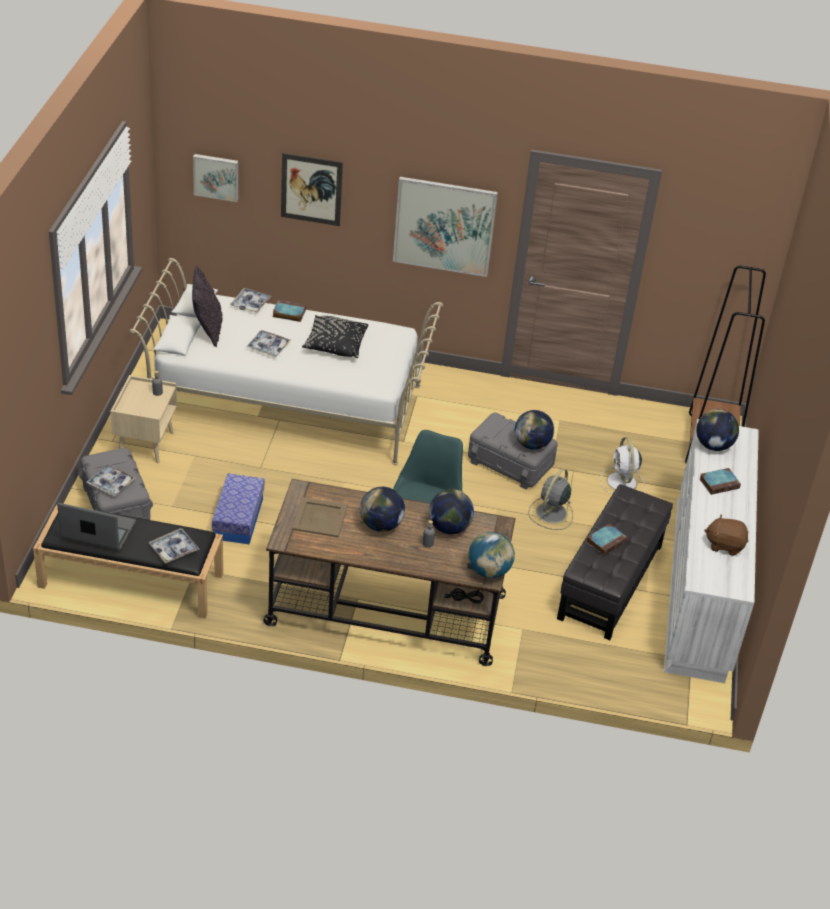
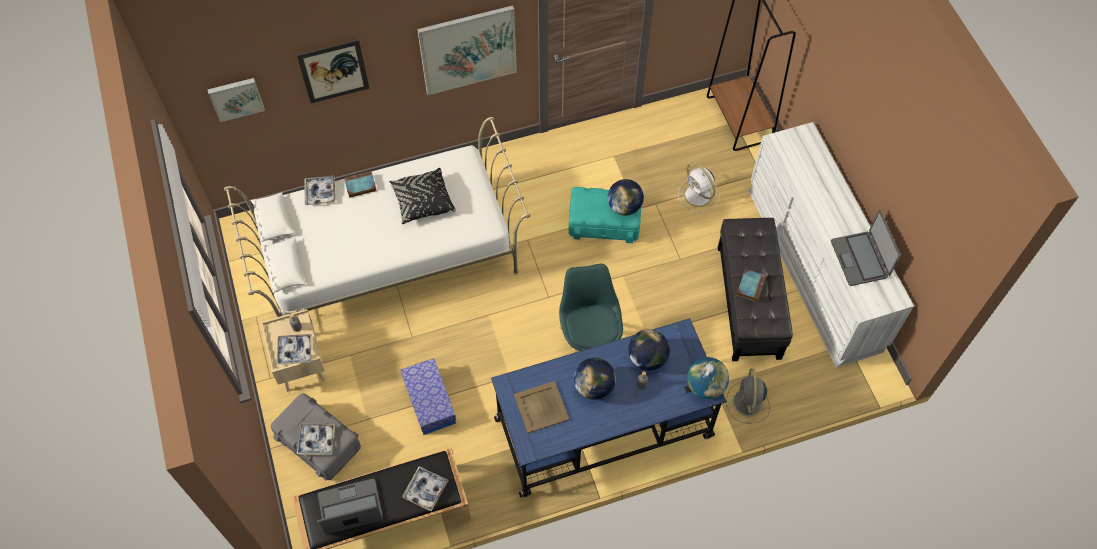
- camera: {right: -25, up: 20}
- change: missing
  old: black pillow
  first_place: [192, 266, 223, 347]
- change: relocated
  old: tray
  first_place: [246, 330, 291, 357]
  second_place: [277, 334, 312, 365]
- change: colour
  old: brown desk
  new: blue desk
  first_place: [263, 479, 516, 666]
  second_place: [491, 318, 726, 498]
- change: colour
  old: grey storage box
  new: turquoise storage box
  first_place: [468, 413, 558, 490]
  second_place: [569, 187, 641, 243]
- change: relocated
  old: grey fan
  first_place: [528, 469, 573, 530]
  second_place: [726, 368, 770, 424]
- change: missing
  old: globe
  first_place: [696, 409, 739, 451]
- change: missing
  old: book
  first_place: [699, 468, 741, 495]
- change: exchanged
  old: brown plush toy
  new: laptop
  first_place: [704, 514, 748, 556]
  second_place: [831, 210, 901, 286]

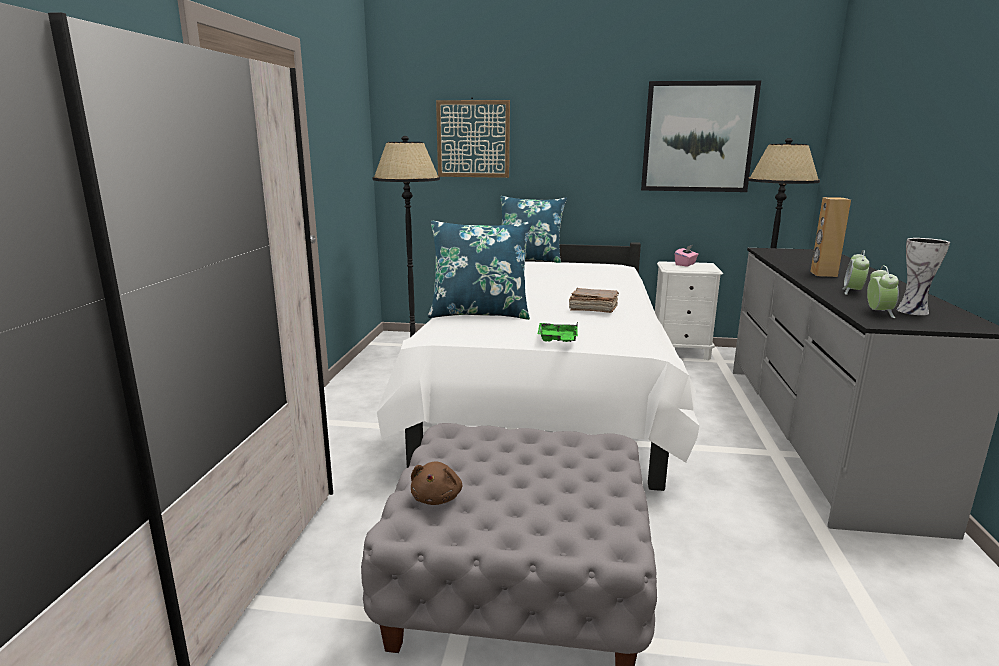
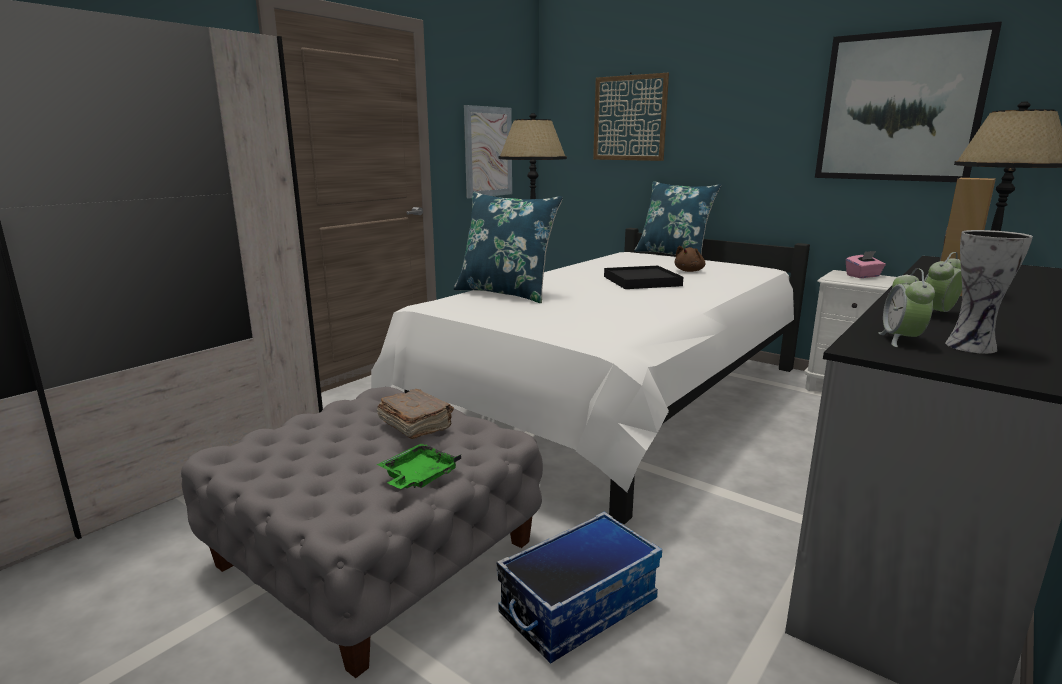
- camera: {right: 30, up: 0}
- change: relocated
  old: brown plush toy
  first_place: [411, 461, 462, 505]
  second_place: [674, 246, 705, 272]
- change: relocated
  old: green tray
  first_place: [538, 321, 578, 342]
  second_place: [377, 443, 461, 489]
- change: relocated
  old: brown book
  first_place: [569, 288, 619, 313]
  second_place: [377, 389, 454, 439]
- change: spun
  old: alarm clock
  first_place: [867, 266, 899, 318]
  second_place: [878, 268, 935, 347]
  degrees: 150
- change: appeared
  new: picture
  second_place: [464, 105, 512, 198]
- change: appeared
  new: storage box
  second_place: [497, 512, 662, 664]
- change: appeared
  new: black tray
  second_place: [604, 266, 683, 289]

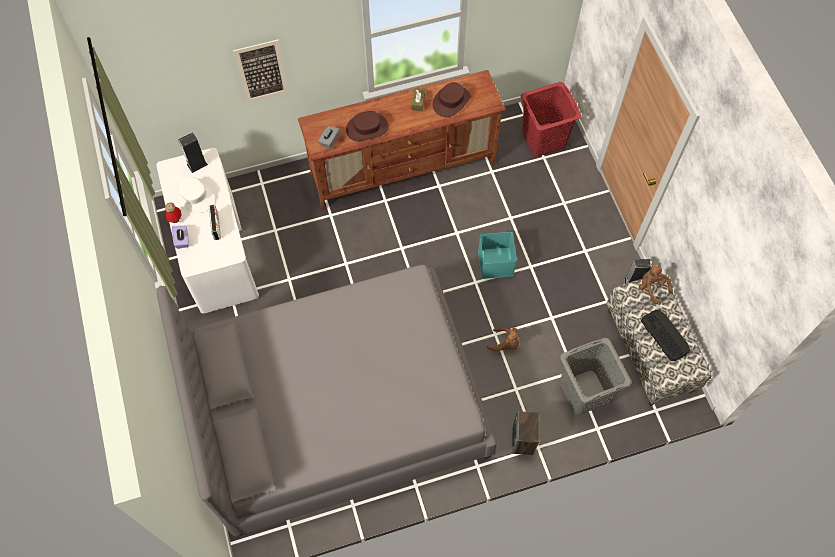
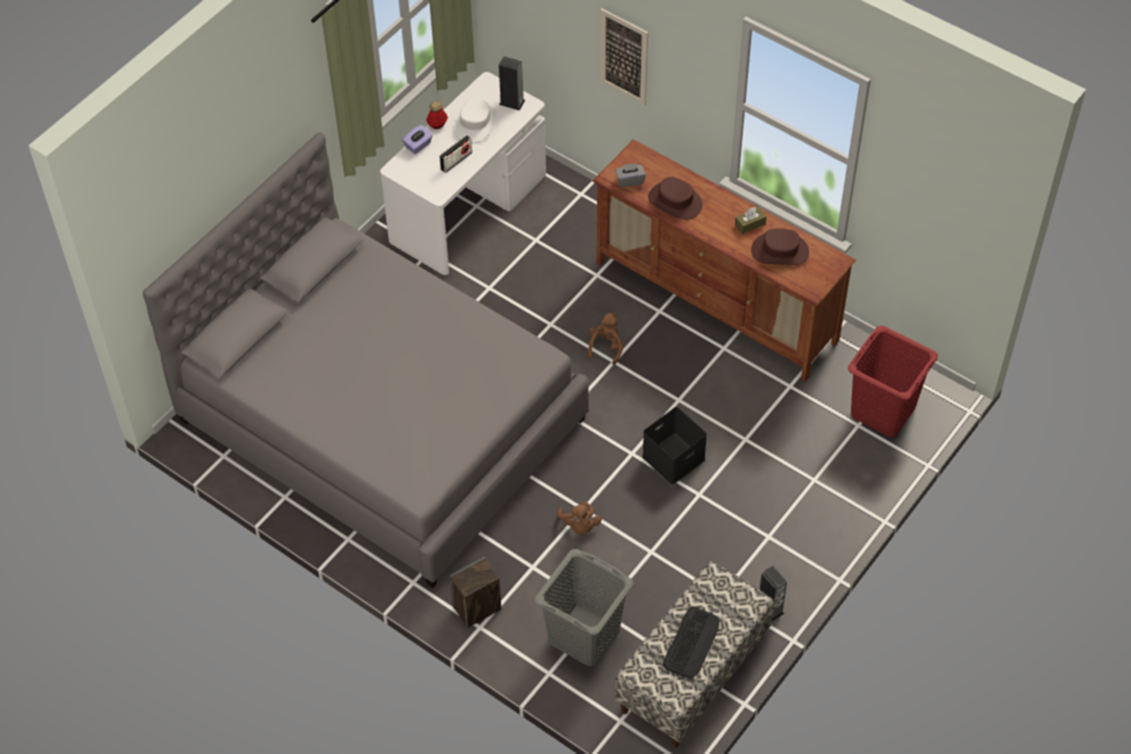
- camera: {right: 55, up: -10}
- change: colour
  old: turquoise storage box
  new: black storage box
  first_place: [478, 232, 517, 279]
  second_place: [642, 407, 707, 485]
- change: relocated
  old: brown plush toy
  first_place: [639, 264, 673, 305]
  second_place: [587, 313, 623, 365]

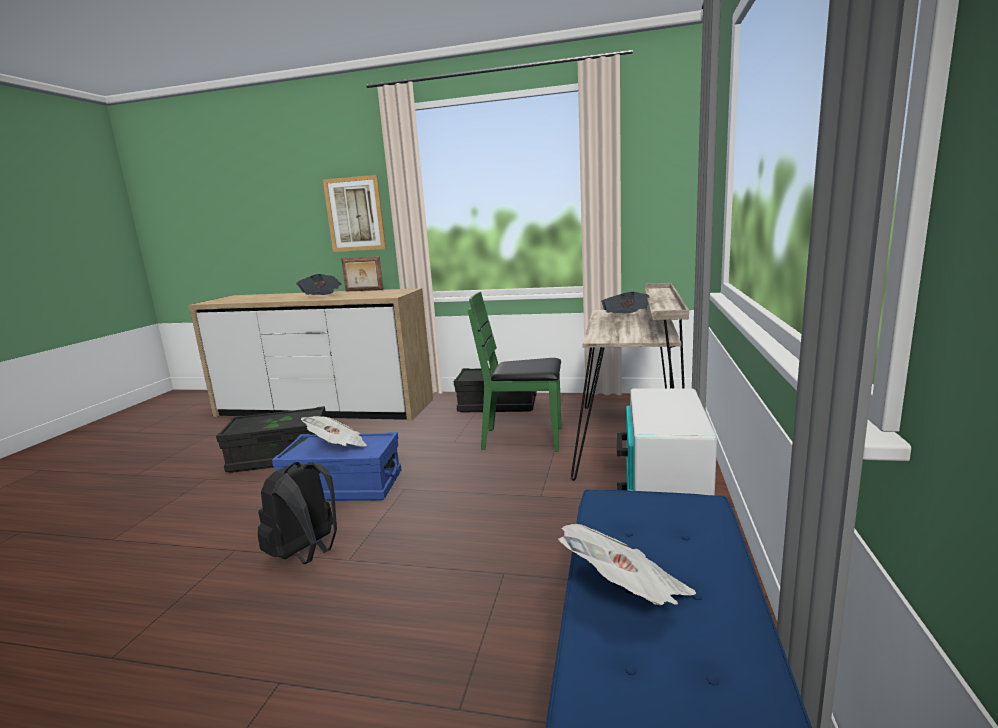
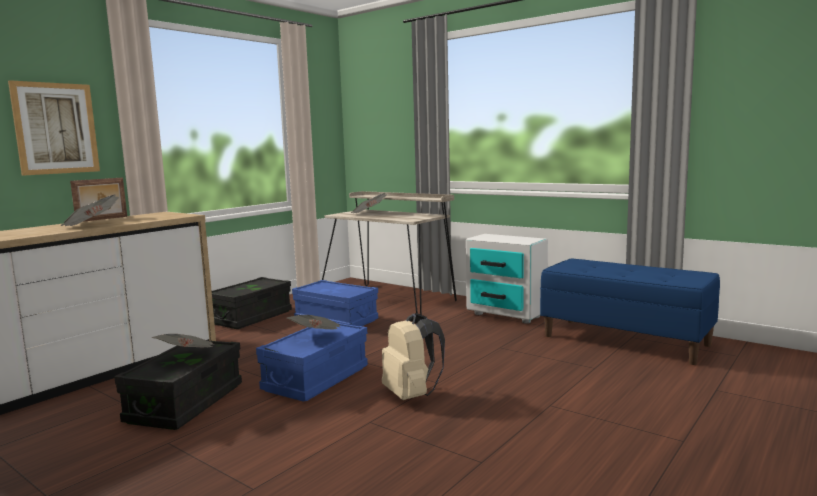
- camera: {right: -65, up: -5}
- change: colour
  old: black backpack
  new: beige backpack
  first_place: [258, 462, 337, 564]
  second_place: [382, 313, 445, 400]
- change: exchanged
  old: green chair
  new: blue storage box
  first_place: [468, 292, 561, 452]
  second_place: [292, 280, 378, 326]
- change: relocated
  old: newspaper
  first_place: [558, 524, 696, 606]
  second_place: [151, 334, 213, 347]

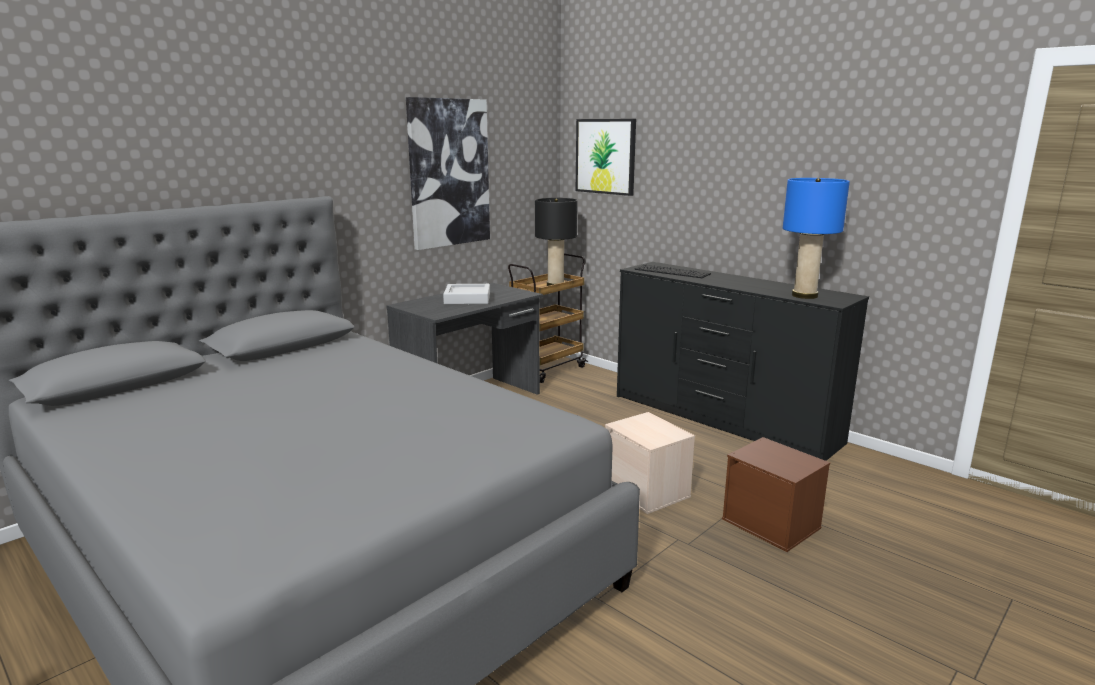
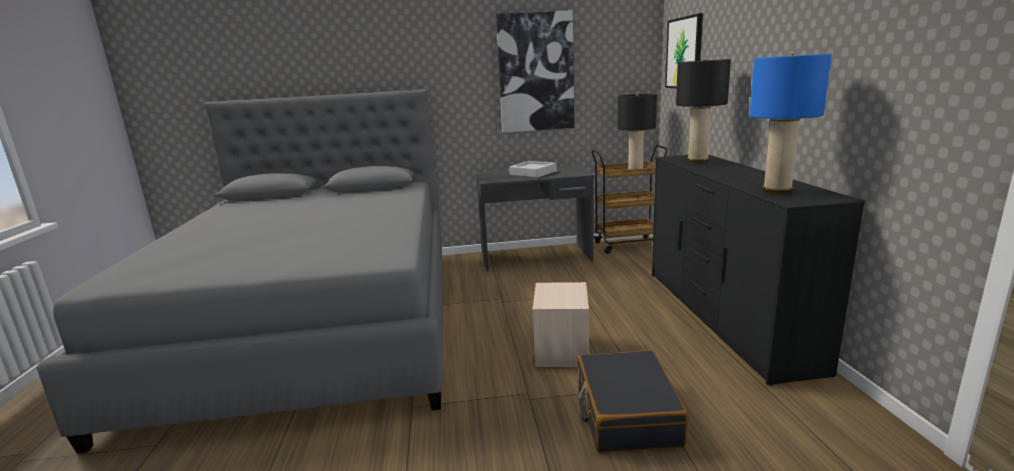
- camera: {right: 40, up: 0}
- change: exchanged
  old: keyboard
  new: black table lamp
  first_place: [634, 264, 711, 278]
  second_place: [676, 59, 731, 164]
- change: exchanged
  old: brown storage box
  new: black suitcase
  first_place: [722, 437, 830, 552]
  second_place: [578, 350, 689, 453]

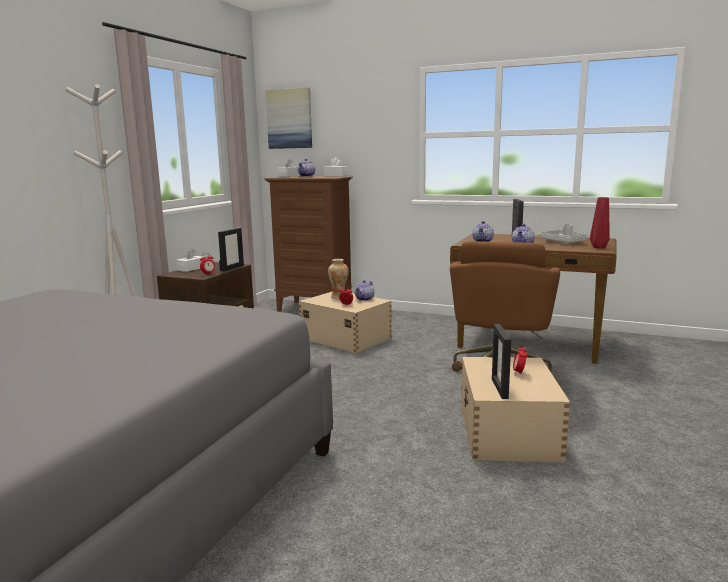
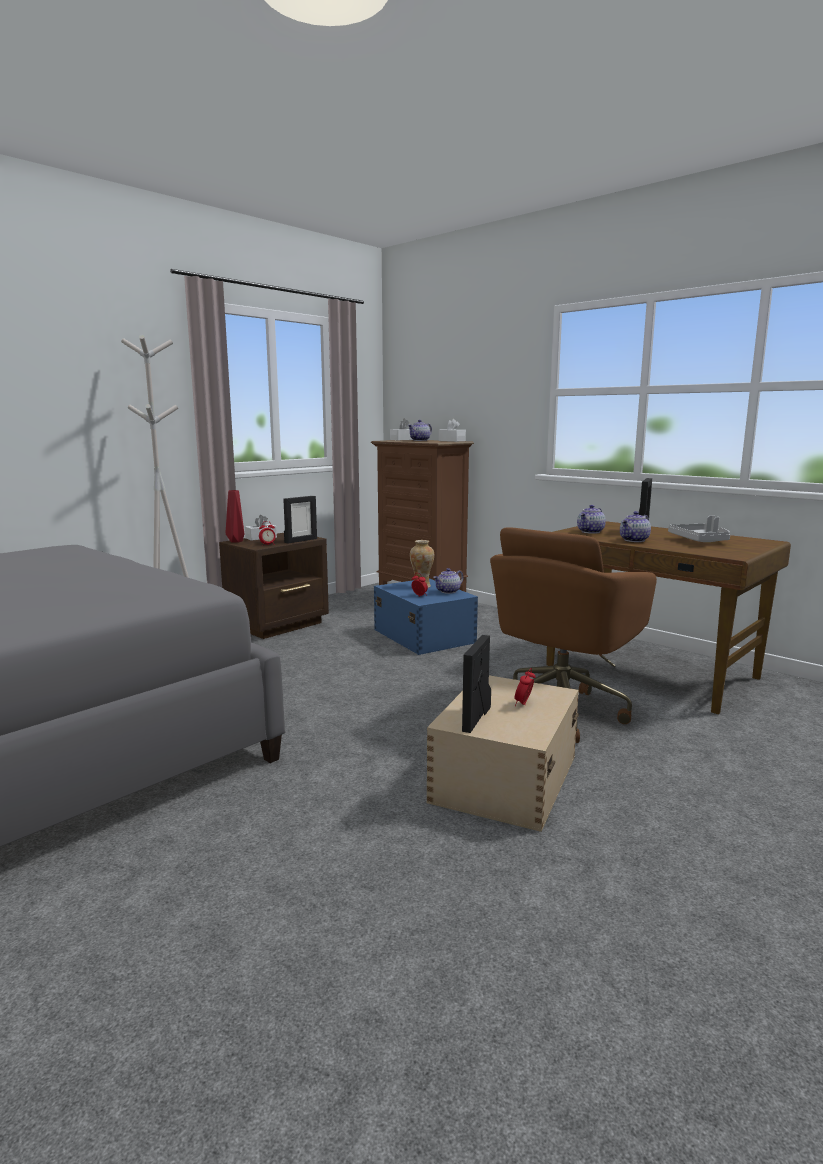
- camera: {right: 20, up: 0}
- change: missing
  old: picture
  first_place: [265, 87, 312, 149]
- change: colour
  old: beige storage box
  new: blue storage box
  first_place: [299, 292, 392, 353]
  second_place: [374, 578, 478, 655]
- change: relocated
  old: red vase
  first_place: [590, 197, 610, 249]
  second_place: [226, 490, 244, 543]

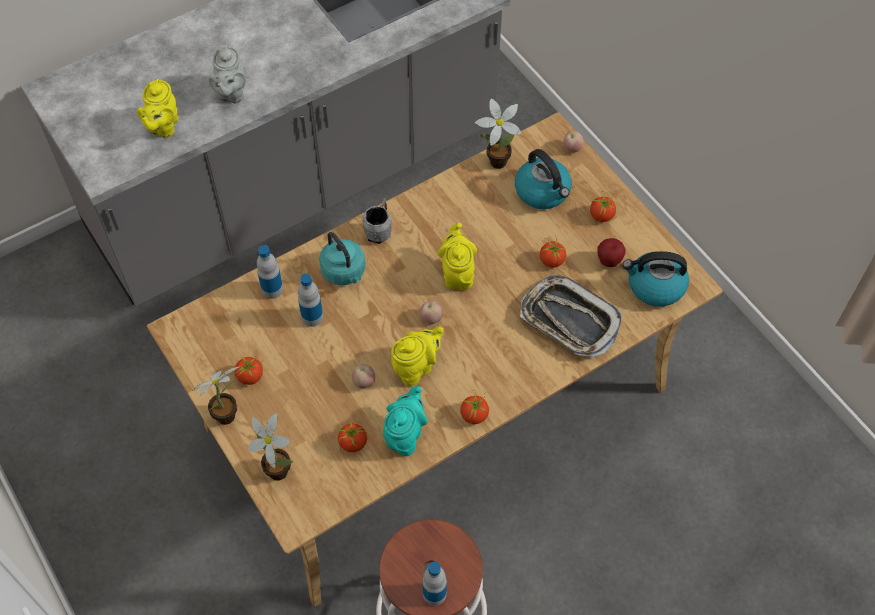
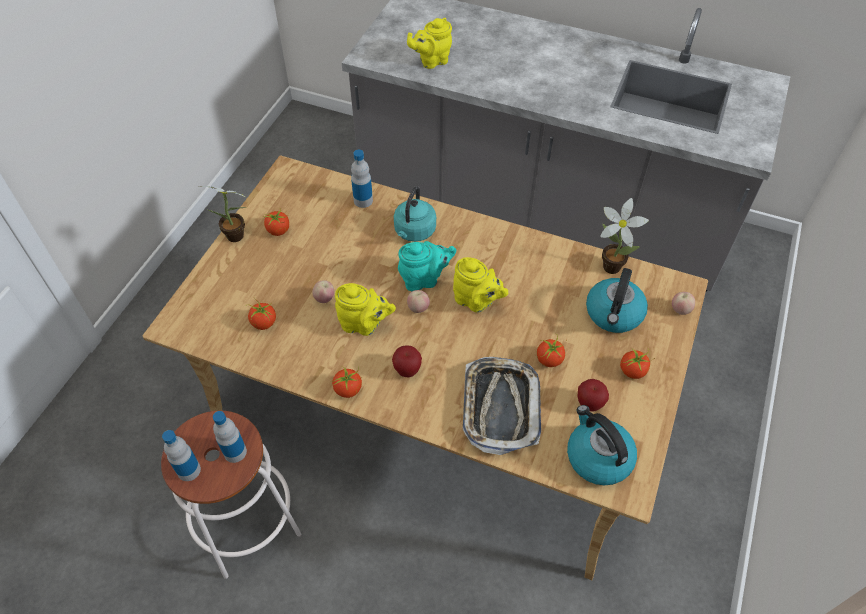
- camera: {right: 55, up: -5}
- change: missing
  old: grey teapot
  first_place: [208, 45, 246, 104]
- change: missing
  old: potted plant
  first_place: [248, 413, 293, 481]
- change: relocated
  old: bottle
  first_place: [298, 274, 323, 327]
  second_place: [213, 411, 247, 463]
- change: missing
  old: grey mug
  first_place: [362, 198, 392, 244]
- change: relocated
  old: turquoise teapot
  first_place: [383, 386, 428, 456]
  second_place: [398, 241, 456, 291]
- change: spun
  old: yellow teapot
  first_place: [438, 223, 477, 290]
  second_place: [453, 257, 508, 313]
  degrees: 75
- change: appeared
  new: apple
  second_place: [392, 345, 422, 377]

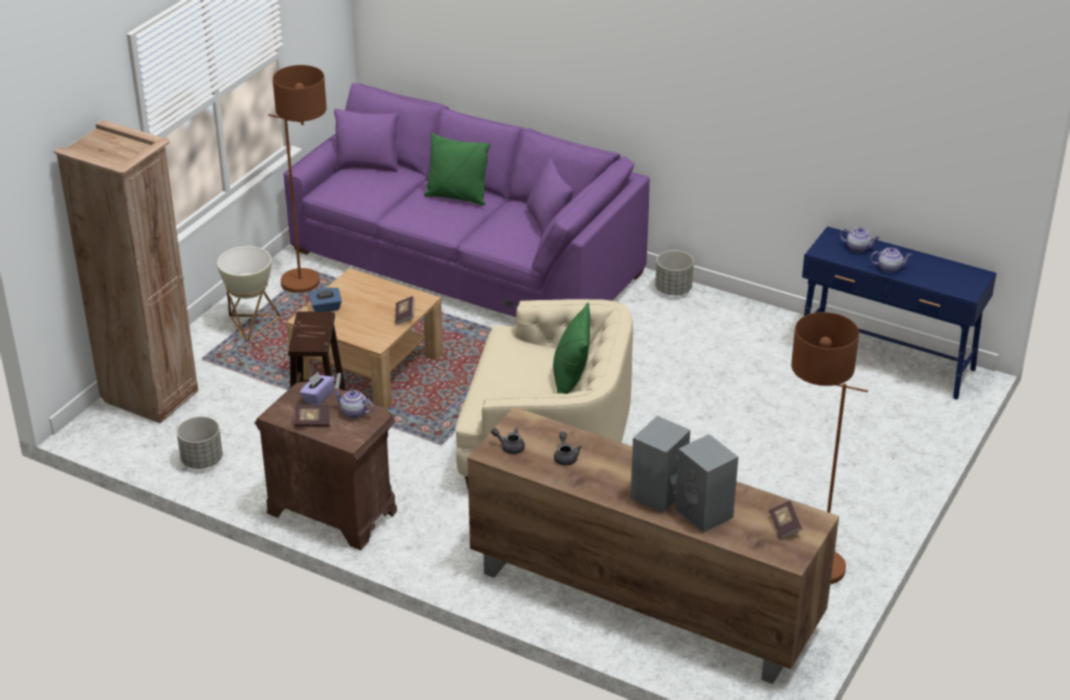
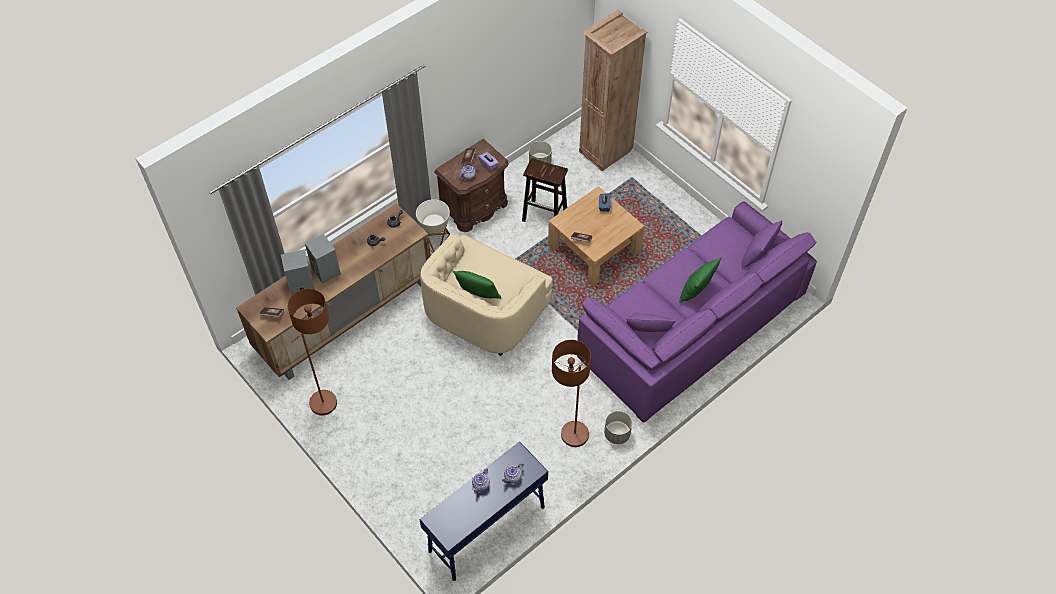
- camera: {right: 110, up: 20}
- change: relocated
  old: planter
  first_place: [217, 246, 280, 341]
  second_place: [416, 199, 450, 253]
- change: relocated
  old: brown floor lamp
  first_place: [268, 65, 327, 293]
  second_place: [552, 340, 591, 447]

